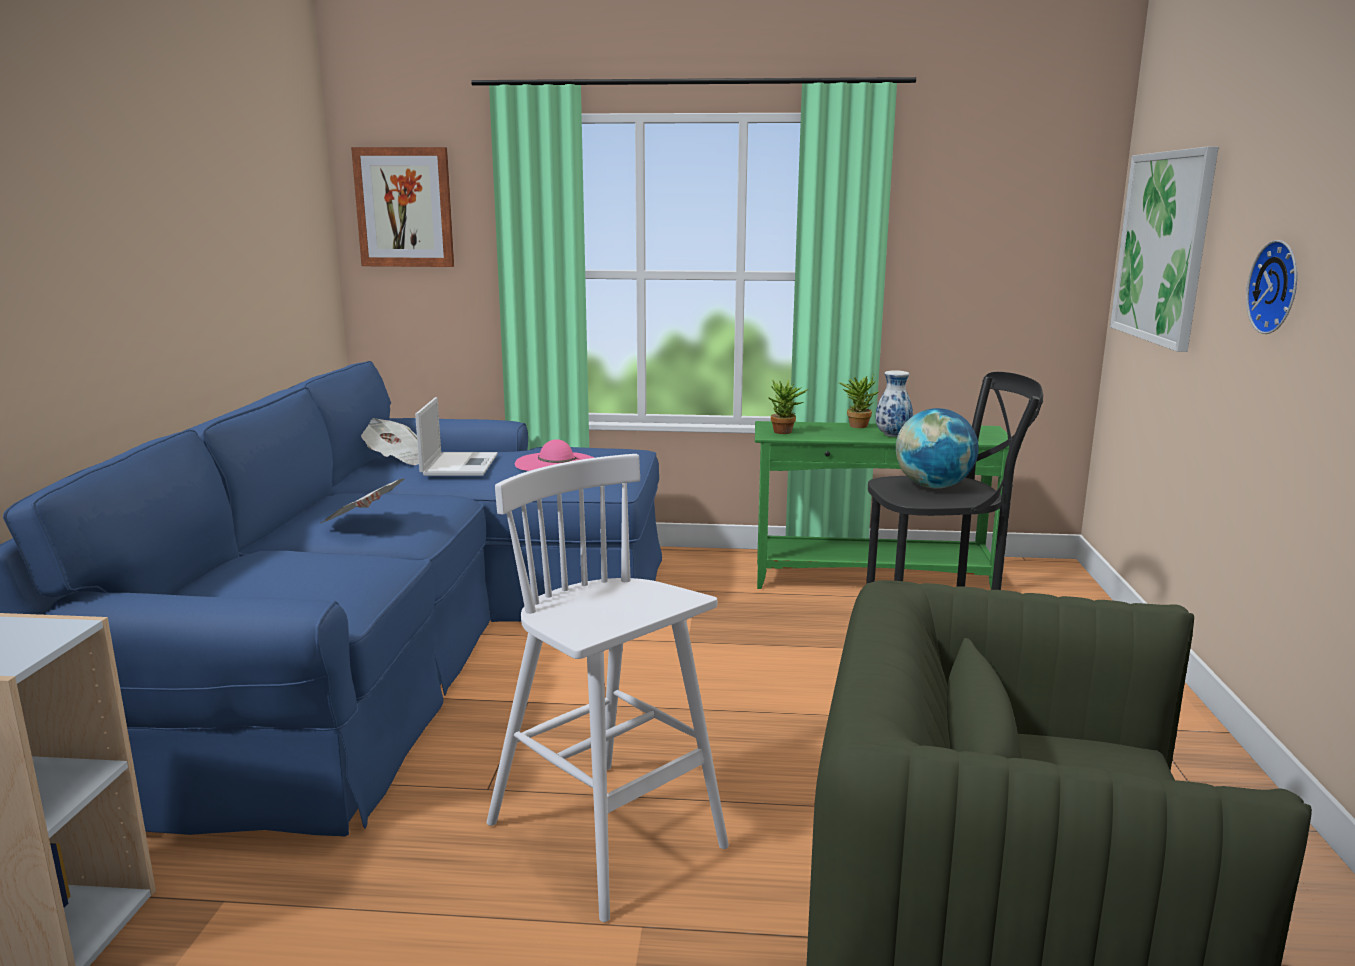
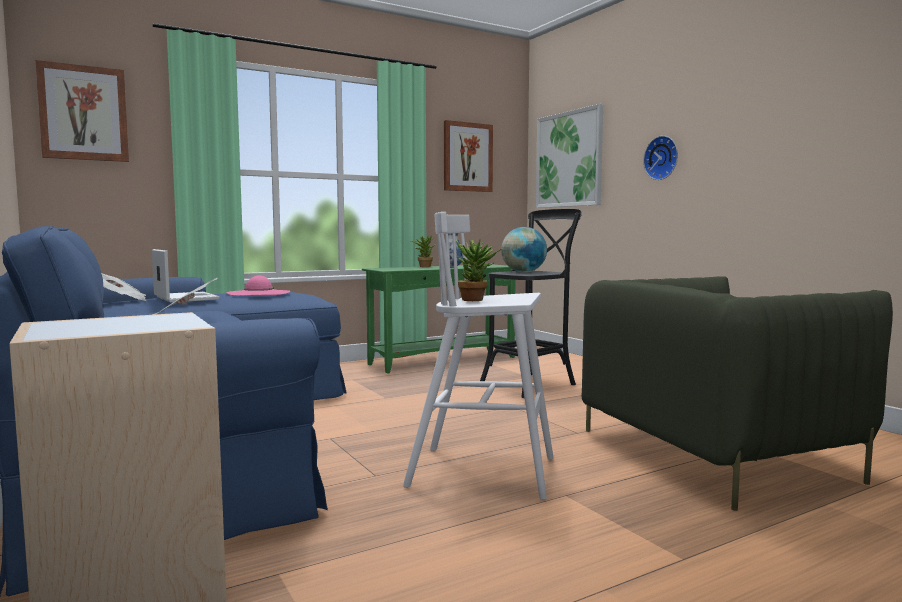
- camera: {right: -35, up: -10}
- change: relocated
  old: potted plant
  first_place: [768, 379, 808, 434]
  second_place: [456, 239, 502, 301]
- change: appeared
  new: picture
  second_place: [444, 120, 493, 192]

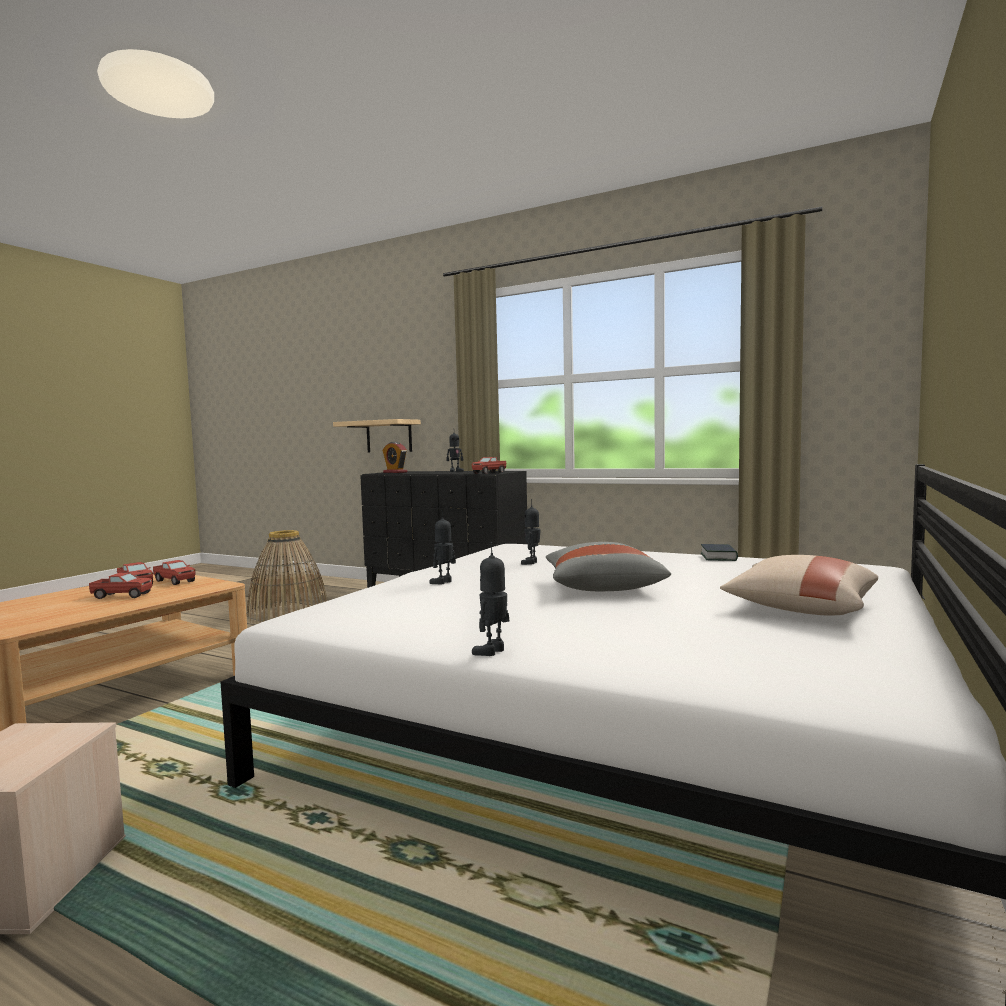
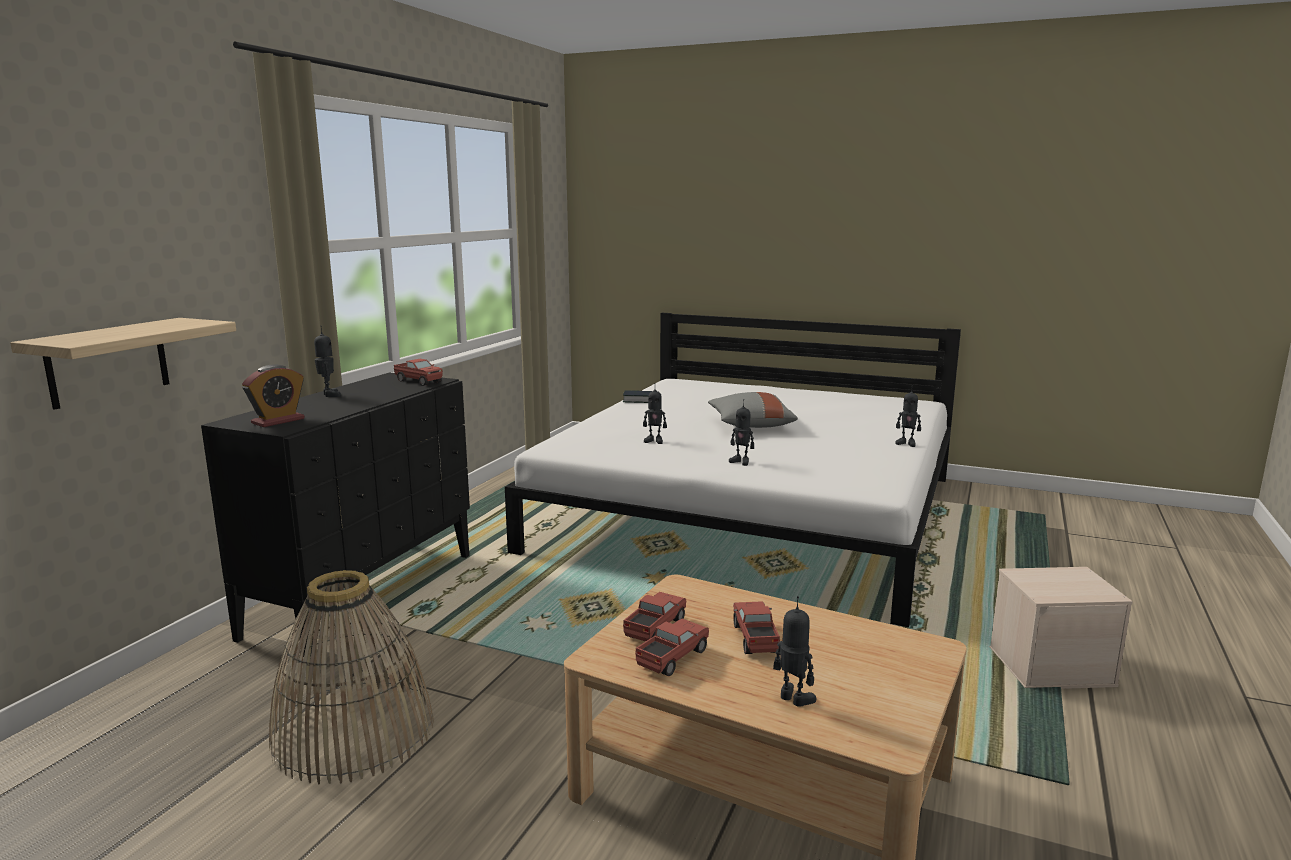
- camera: {right: -95, up: 10}
- change: missing
  old: beige pillow
  first_place: [720, 555, 878, 615]
- change: appeared
  new: toy robot
  second_place: [773, 596, 816, 707]

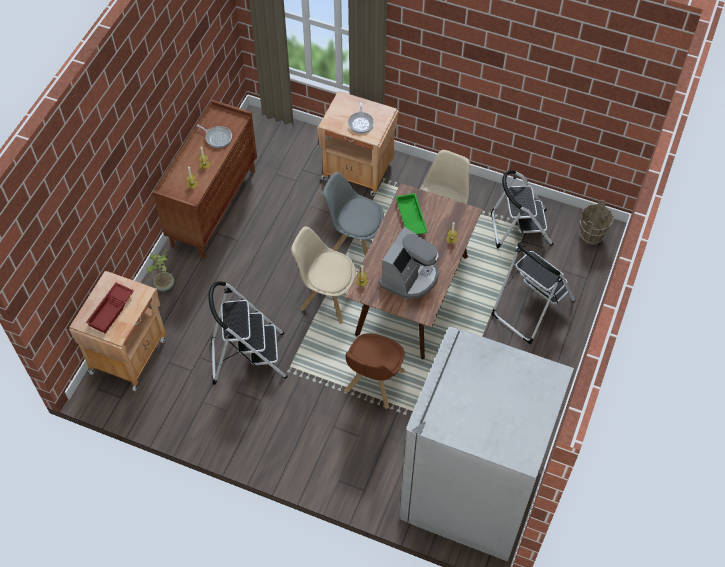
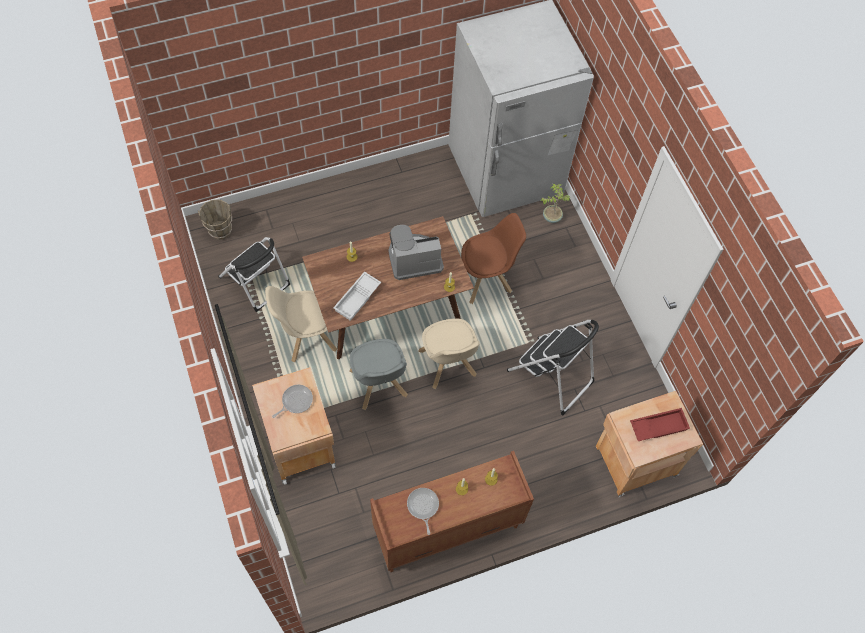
- camera: {right: -135, up: 5}
- change: relocated
  old: potted plant
  first_place: [146, 250, 174, 291]
  second_place: [541, 184, 570, 223]
- change: colour
  old: green tray
  new: white tray
  first_place: [396, 193, 428, 234]
  second_place: [333, 271, 381, 321]
- change: missing
  old: step ladder
  first_place: [491, 243, 575, 345]

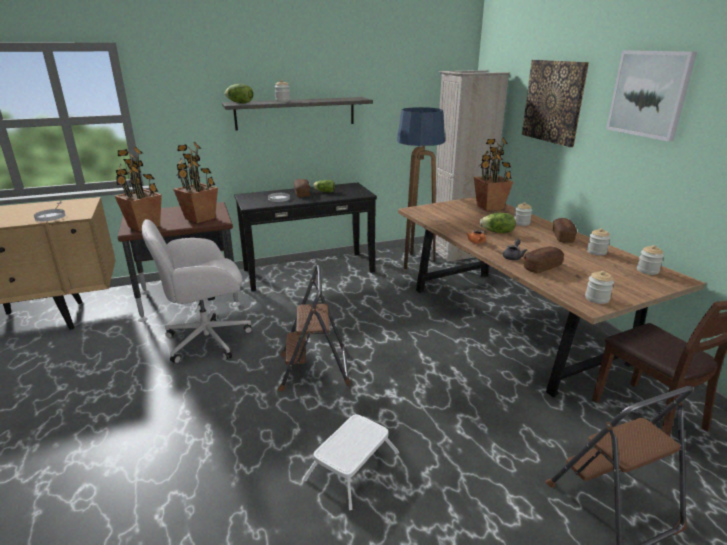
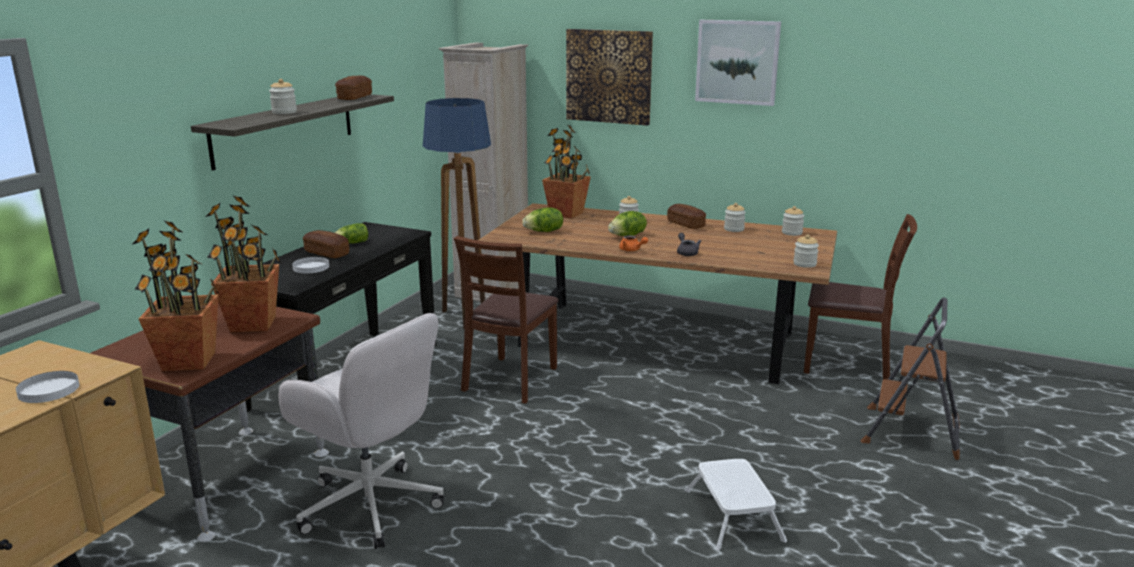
- camera: {right: -45, up: -5}
- change: spun
  old: white office chair
  first_place: [142, 219, 252, 363]
  second_place: [279, 313, 444, 549]
  degrees: -75
- change: relocated
  old: lettuce
  first_place: [225, 84, 253, 103]
  second_place: [522, 207, 563, 232]
- change: missing
  old: brown step ladder
  first_place: [278, 265, 350, 391]
- change: relocated
  old: bread
  first_place: [523, 247, 564, 273]
  second_place: [335, 76, 372, 100]
- change: appeared
  new: brown chair
  second_place: [454, 236, 559, 403]

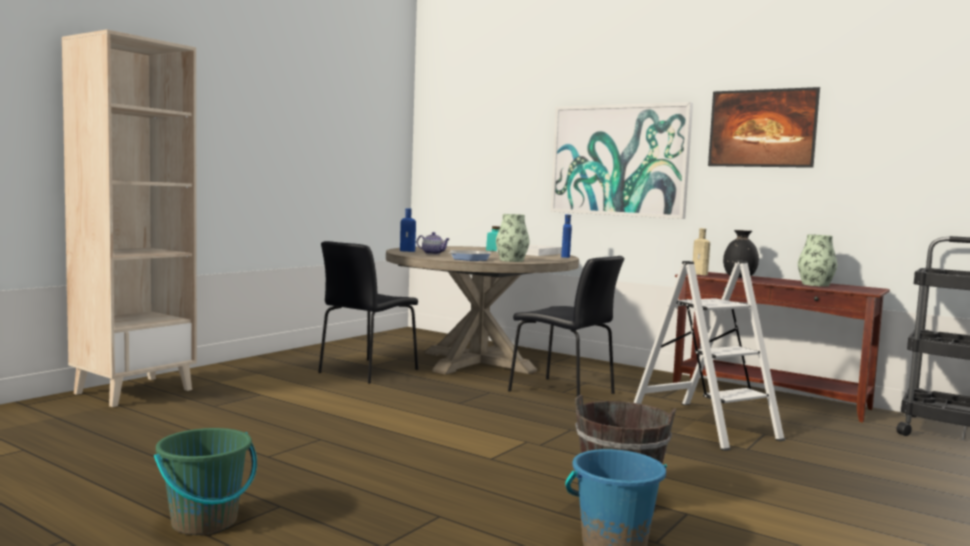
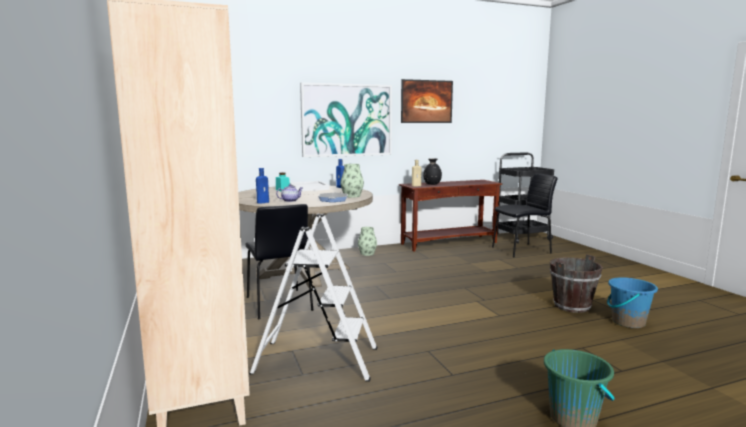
- camera: {right: -55, up: 5}
- change: relocated
  old: black chair
  first_place: [508, 256, 624, 397]
  second_place: [492, 174, 558, 257]
- change: relocated
  old: white step ladder
  first_place: [633, 260, 785, 451]
  second_place: [249, 213, 377, 382]
- change: relocated
  old: vase
  first_place: [798, 234, 837, 287]
  second_place: [358, 227, 377, 256]

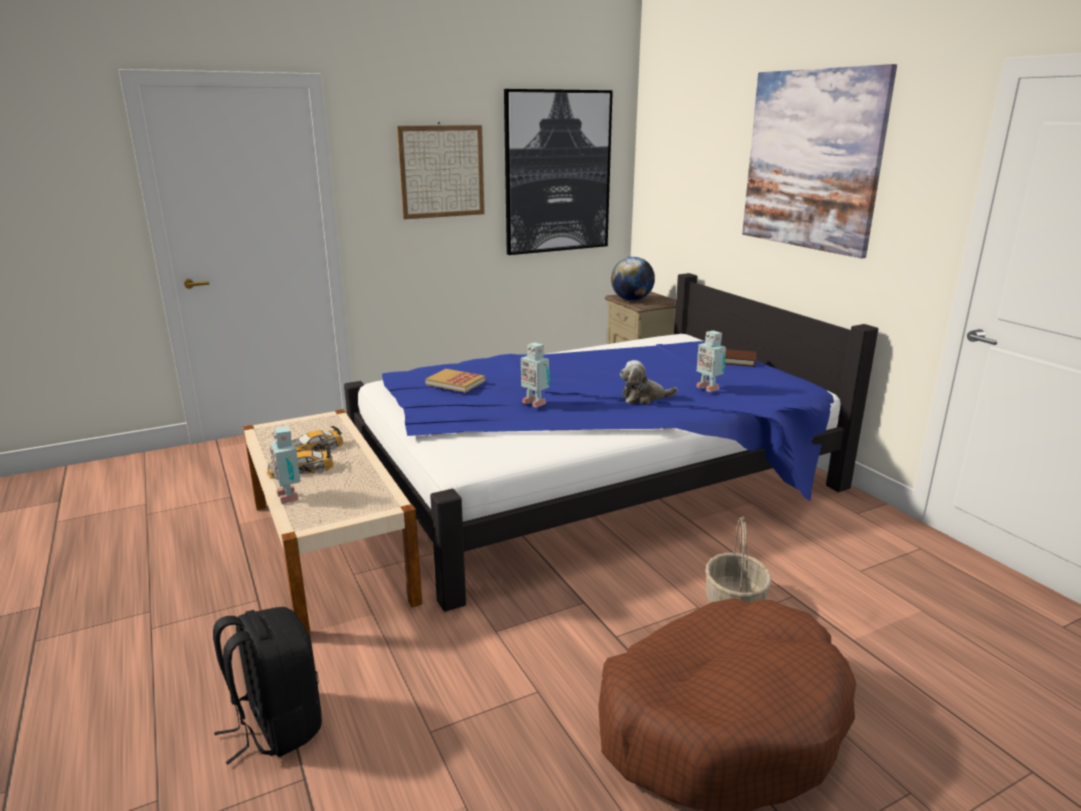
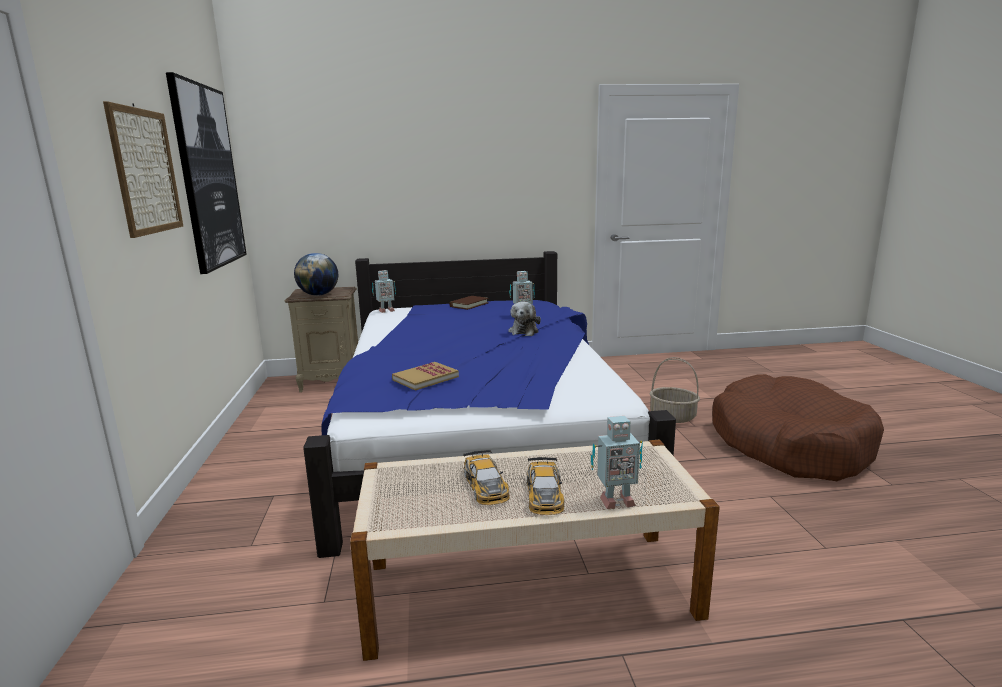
- camera: {right: -70, up: -5}
- change: missing
  old: black backpack
  first_place: [213, 607, 322, 764]
- change: relocated
  old: toy robot
  first_place: [521, 342, 550, 407]
  second_place: [372, 270, 396, 313]
- change: missing
  old: picture
  first_place: [742, 64, 897, 259]

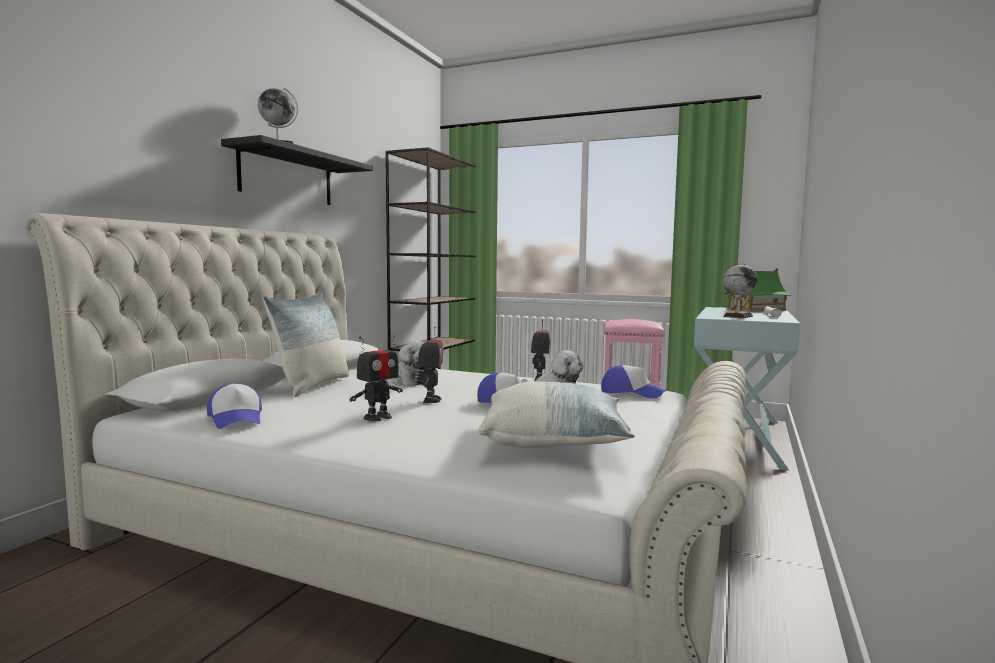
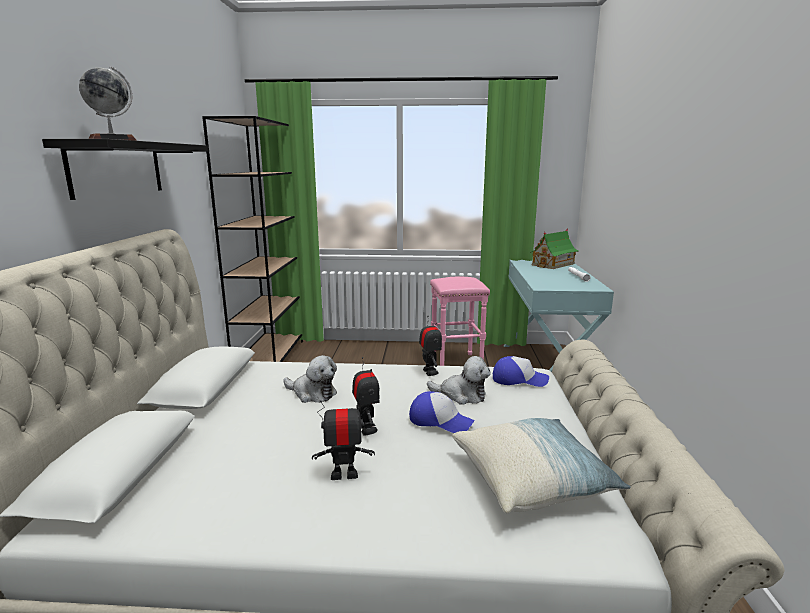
- camera: {right: -20, up: 10}
- change: missing
  old: cap
  first_place: [207, 383, 262, 429]
- change: missing
  old: pillow
  first_place: [263, 293, 349, 397]
- change: spun
  old: toy robot
  first_place: [349, 335, 403, 421]
  second_place: [312, 396, 375, 480]
  degrees: -120
- change: missing
  old: globe
  first_place: [723, 263, 758, 318]

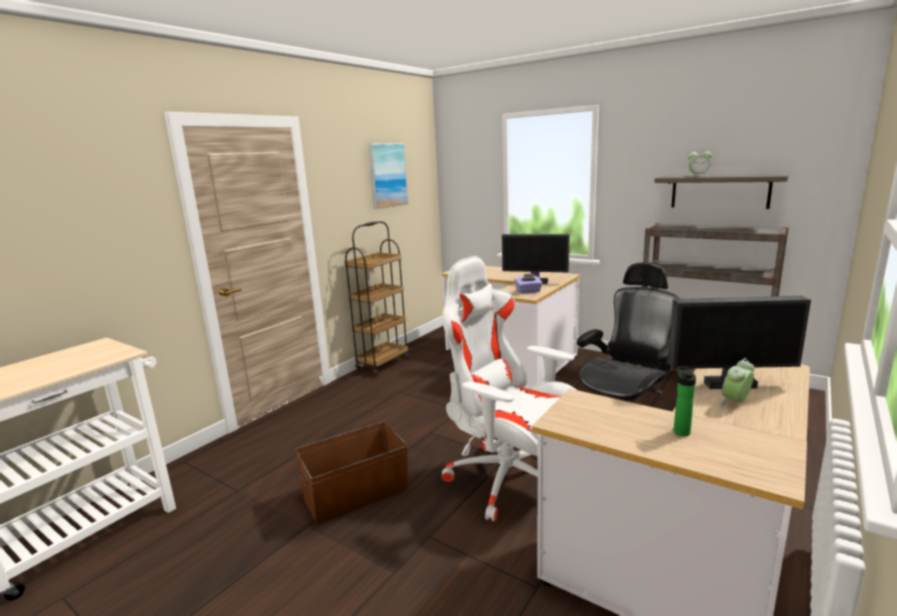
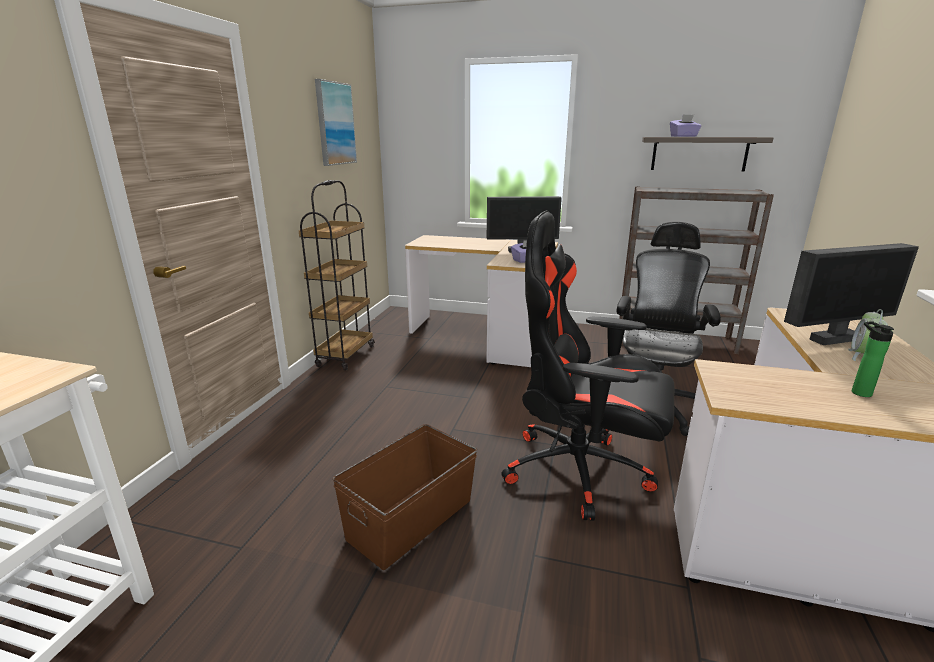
- camera: {right: -20, up: 5}
- change: colour
  old: white office chair
  new: black office chair
  first_place: [442, 256, 577, 521]
  second_place: [501, 210, 675, 521]
- change: exchanged
  old: alarm clock
  new: purple tissue box
  first_place: [688, 148, 712, 177]
  second_place: [670, 114, 702, 137]

